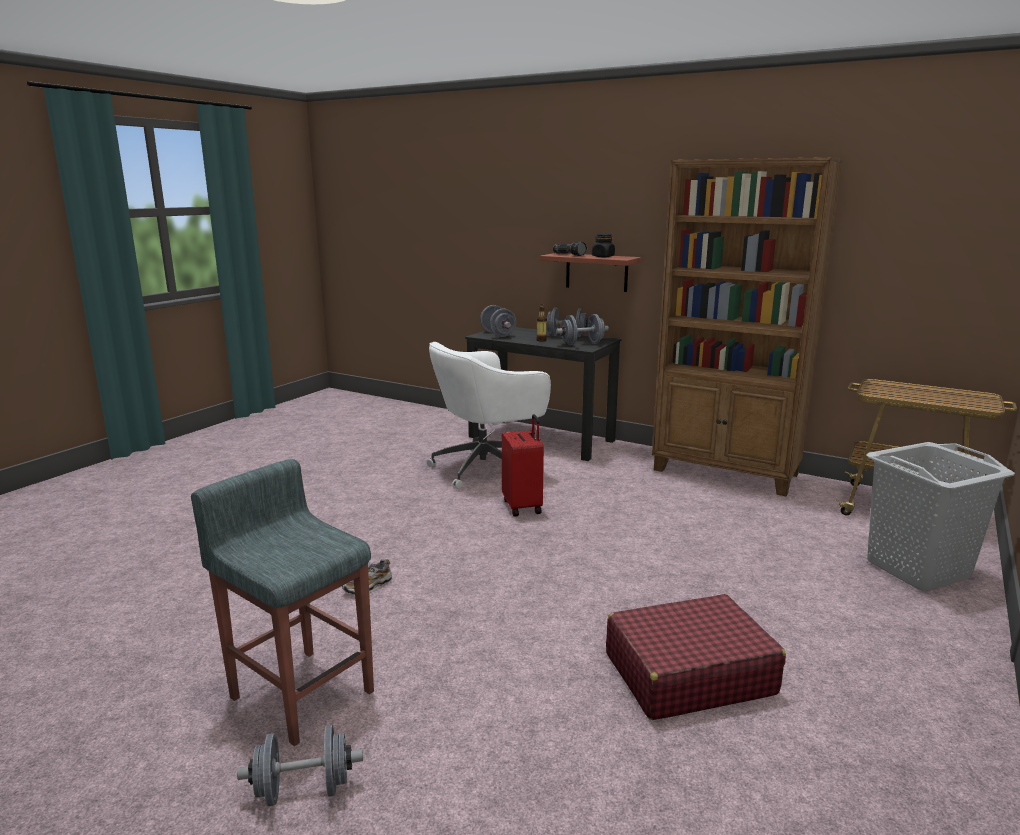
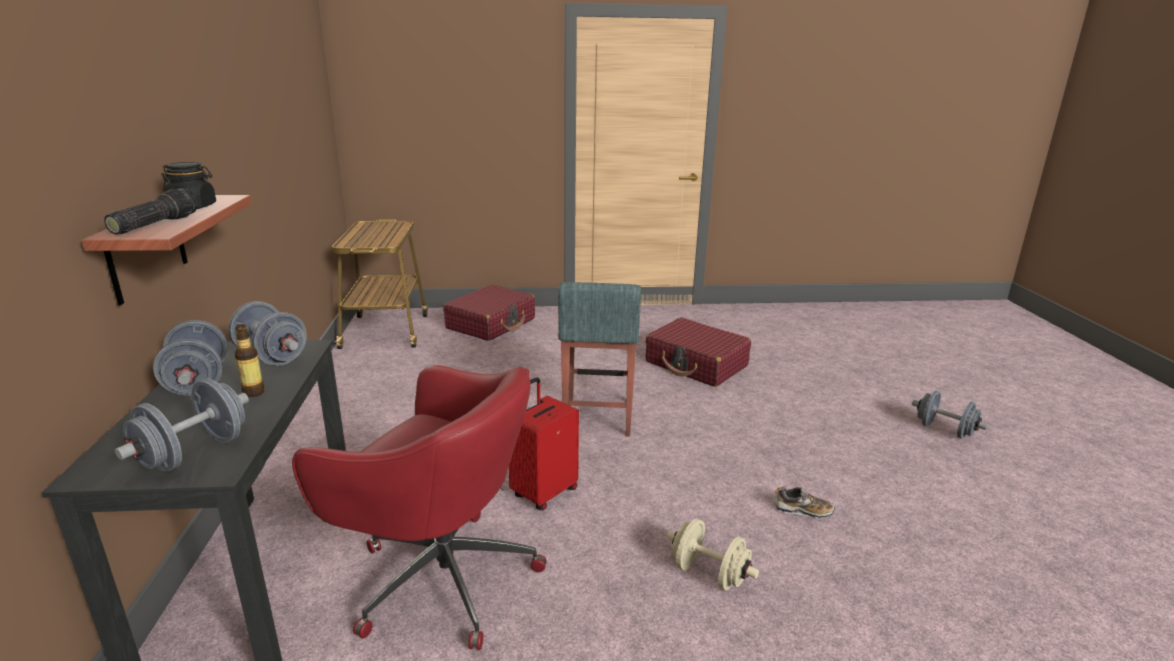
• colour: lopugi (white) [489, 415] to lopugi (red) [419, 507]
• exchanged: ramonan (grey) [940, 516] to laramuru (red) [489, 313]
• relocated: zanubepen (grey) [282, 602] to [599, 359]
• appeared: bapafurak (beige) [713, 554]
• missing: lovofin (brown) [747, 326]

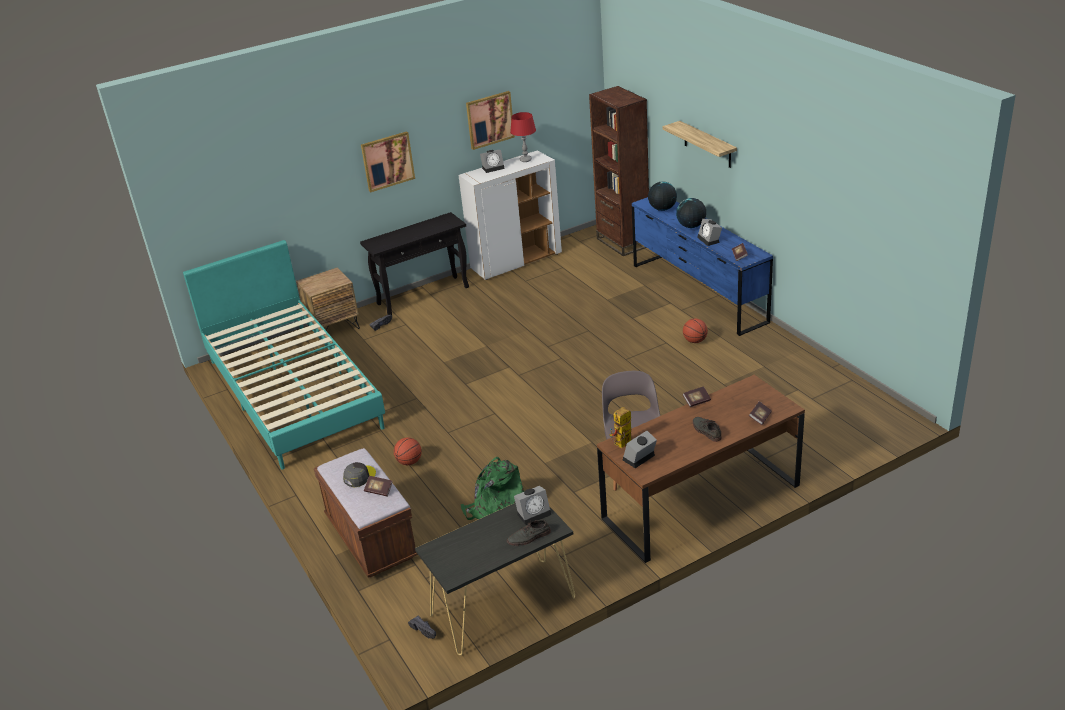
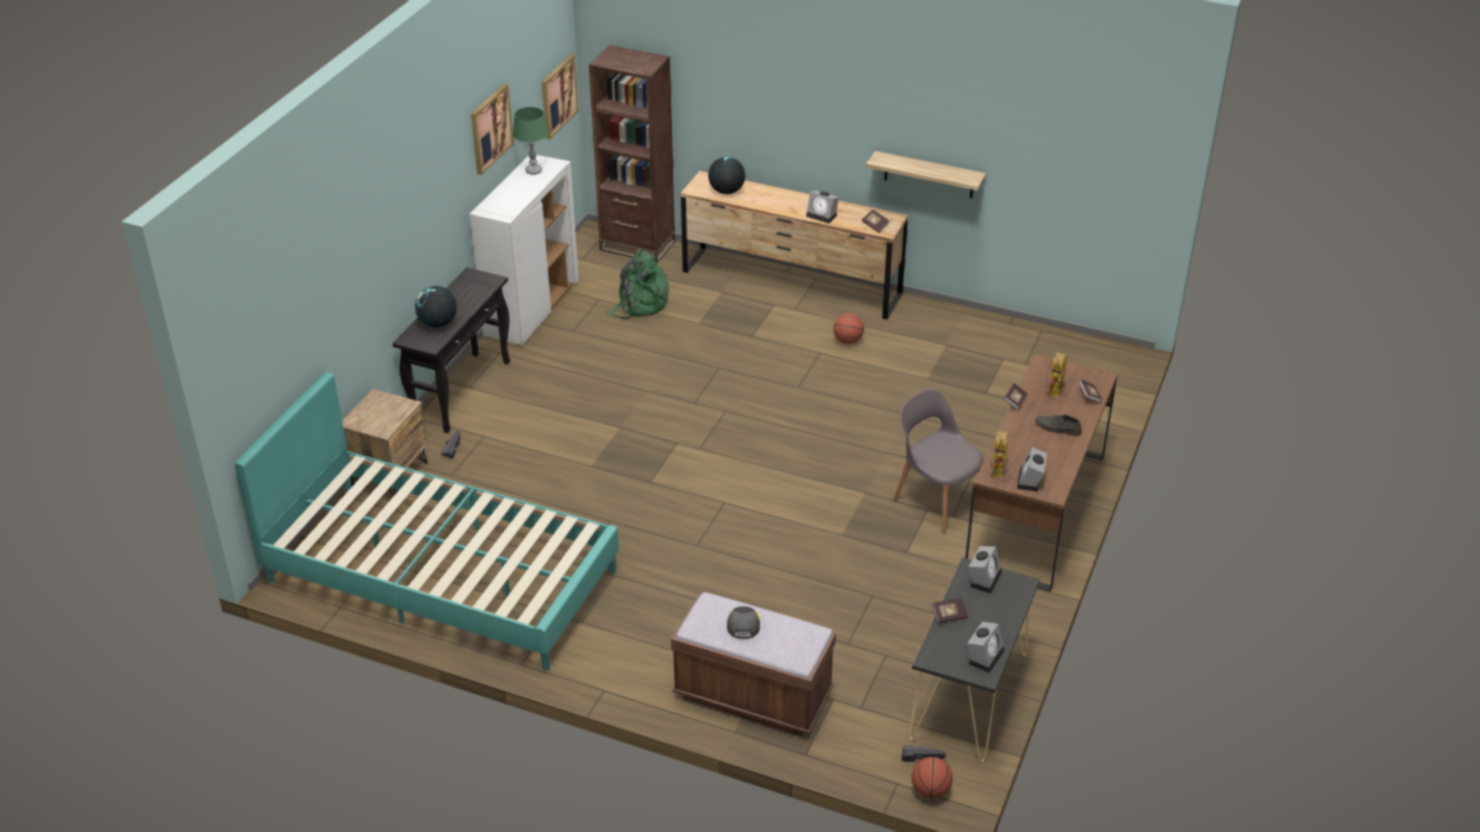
• relocated: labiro [691, 213] to [436, 307]
• colour: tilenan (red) [523, 137] to tilenan (green) [531, 141]
• relocated: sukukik [388, 161] to [560, 96]
• relocated: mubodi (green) [492, 488] to [637, 284]
• colour: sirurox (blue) [702, 266] to sirurox (brown) [794, 245]
• relocated: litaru [700, 144] to [926, 174]
• relocated: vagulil [408, 451] to [932, 778]
• relocated: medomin [378, 486] to [950, 610]
• relocated: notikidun [492, 161] to [985, 647]
• appeared: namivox [1056, 374]
• missing: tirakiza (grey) [529, 533]

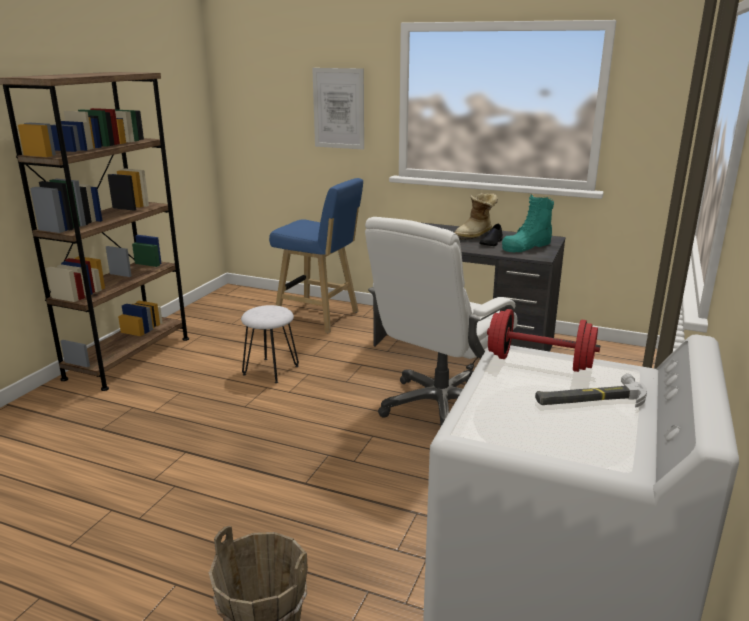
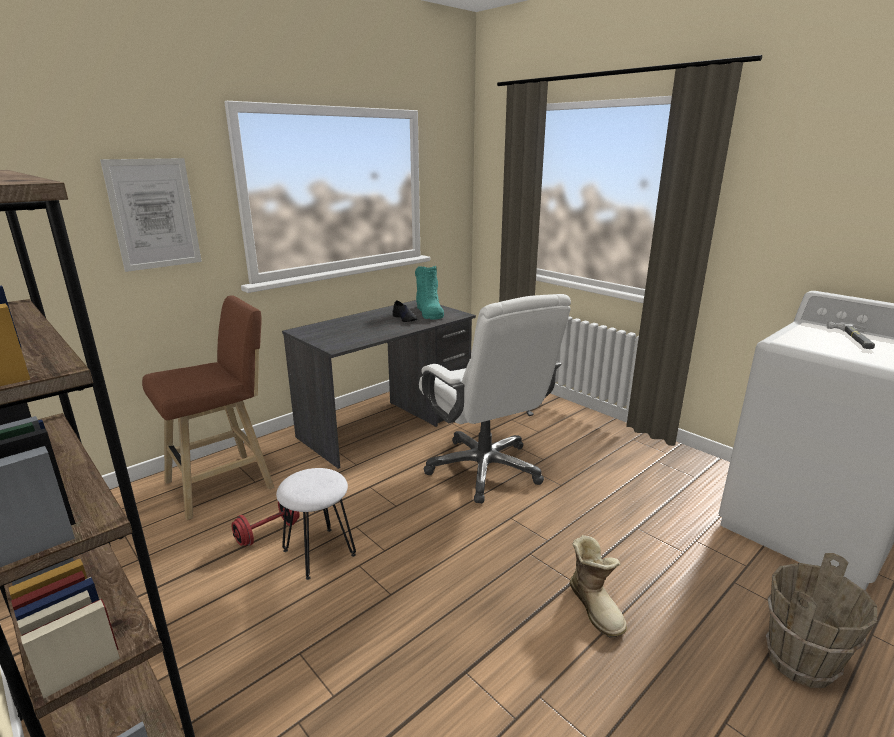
• colour: zanubepen (blue) [316, 255] to zanubepen (brown) [208, 408]
• relocated: bapafurak (red) [544, 340] to [266, 524]
• relocated: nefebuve [476, 216] to [598, 586]

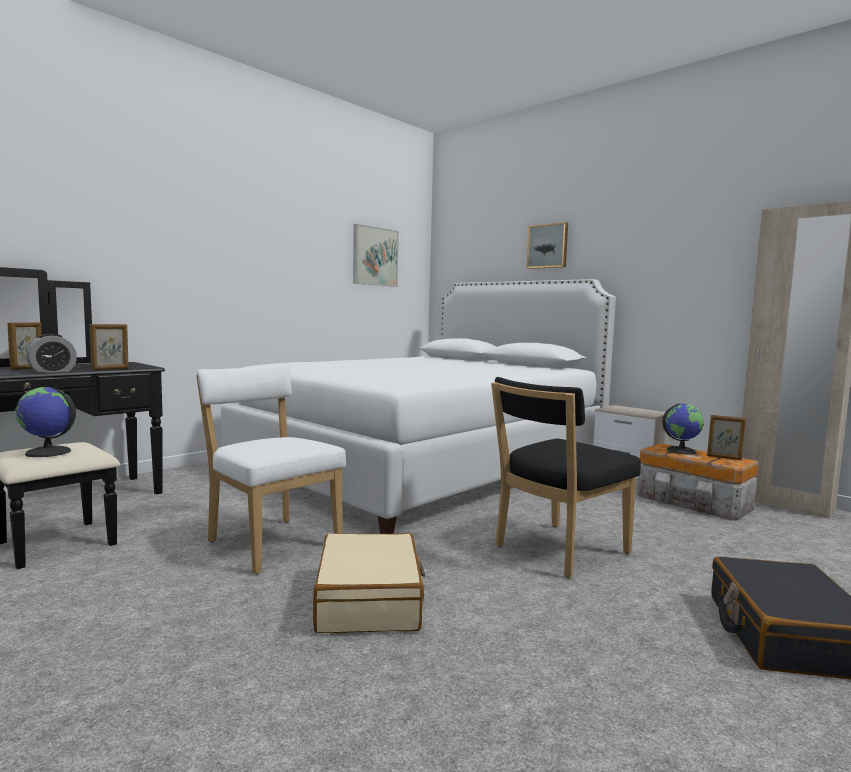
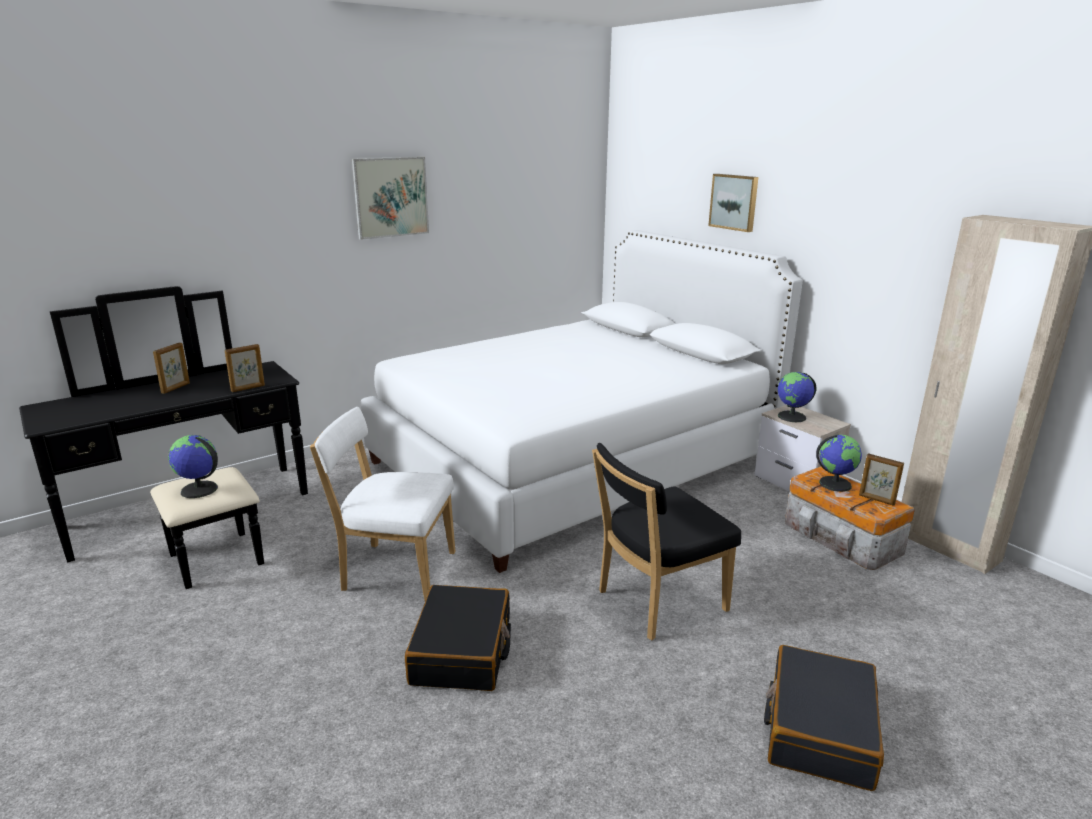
• spun: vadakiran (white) [271, 469] = [382, 504] 45 degrees counterclockwise
• relocated: sukukik [376, 255] to [390, 198]
• colour: laramuru (beige) [369, 583] to laramuru (black) [458, 638]
• appeared: labiro [797, 397]
• missing: notikidun [51, 353]

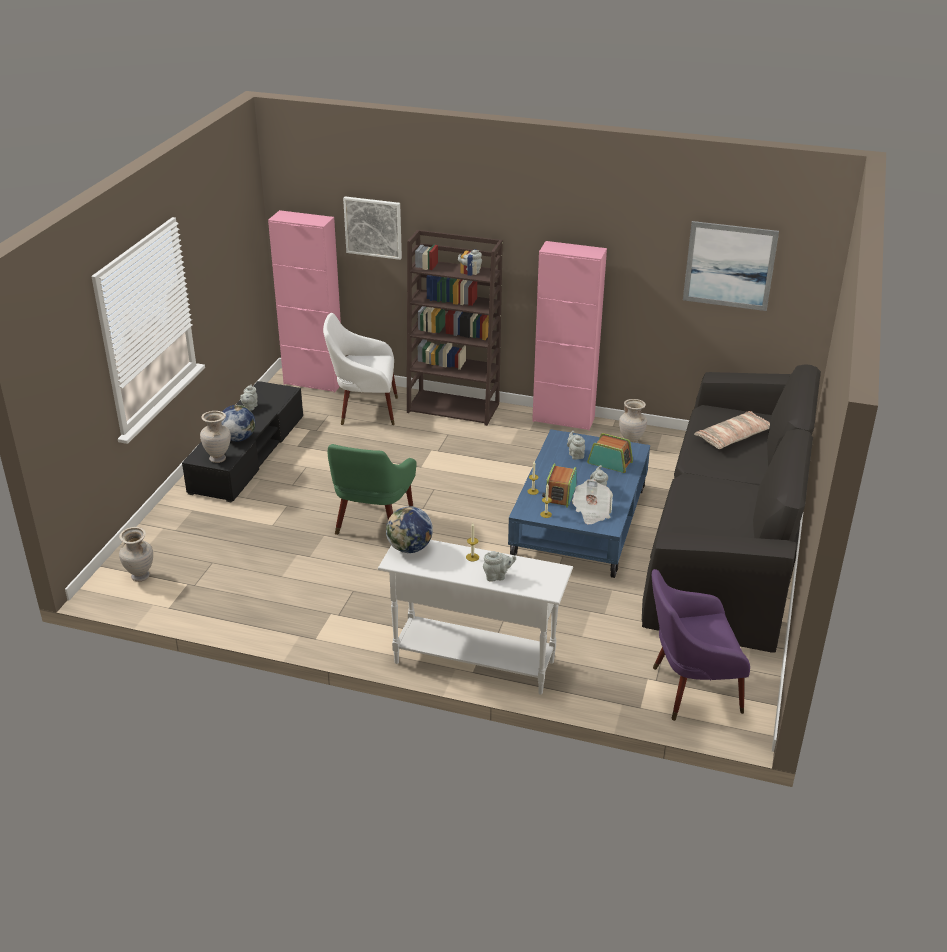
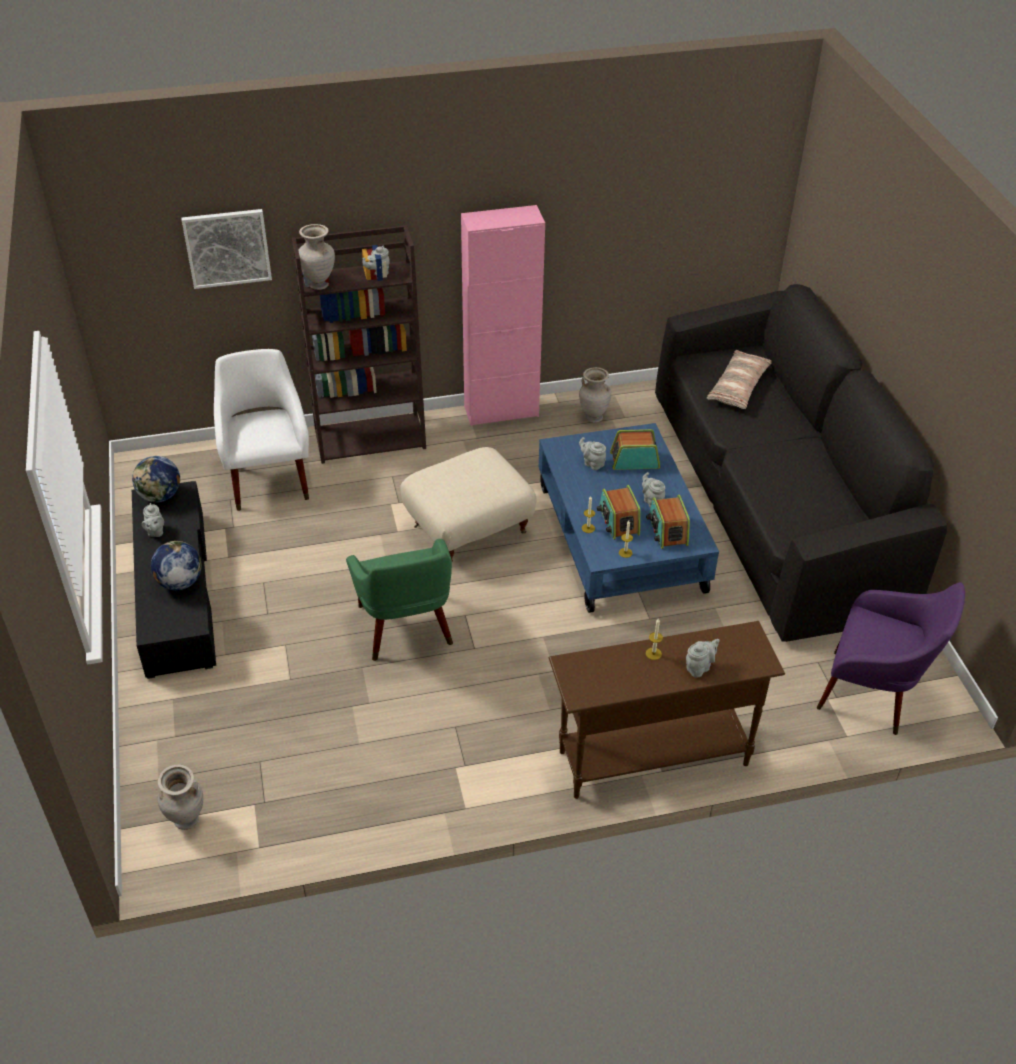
• relocated: labiro [409, 530] to [156, 479]
• spun: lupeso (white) [360, 369] = [261, 430] 105 degrees clockwise
• relocated: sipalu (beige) [215, 437] to [316, 257]
• appeared: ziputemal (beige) [468, 504]
• colour: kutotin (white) [475, 617] to kutotin (brown) [666, 710]
• exchanged: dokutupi [592, 502] to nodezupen [668, 522]
• spun: lupeso (purple) [701, 645] = [891, 658] 120 degrees counterclockwise
• missing: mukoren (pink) [304, 301]
• missing: sukukik [731, 266]

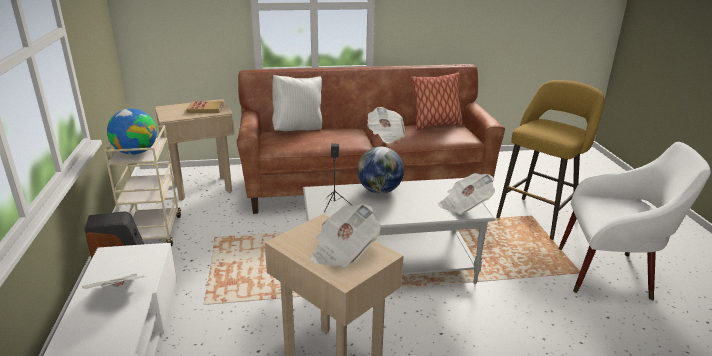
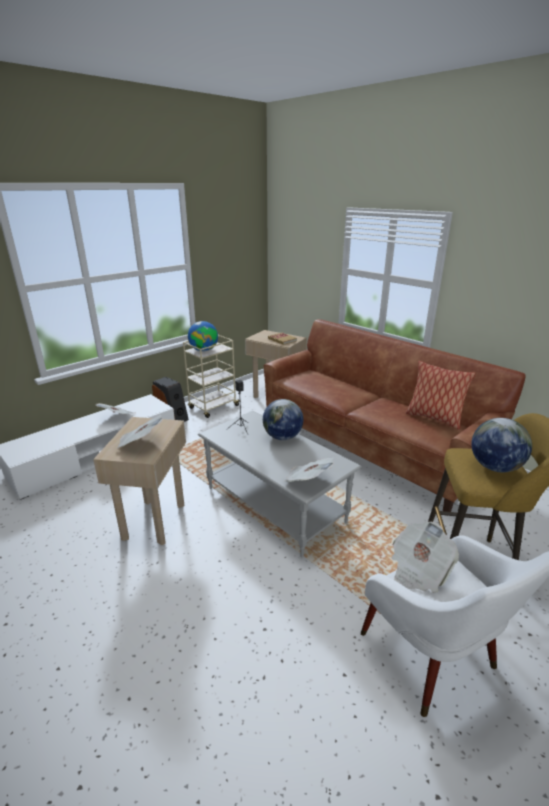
• relocated: dokutupi [386, 125] to [425, 557]
• appeared: labiro [501, 445]
• missing: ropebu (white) [297, 103]

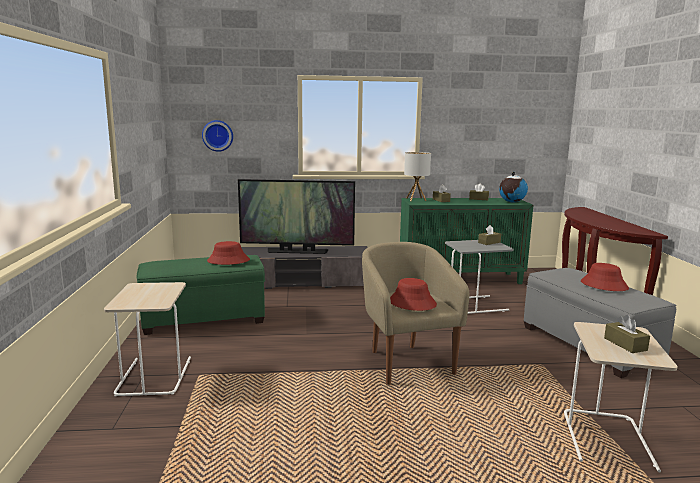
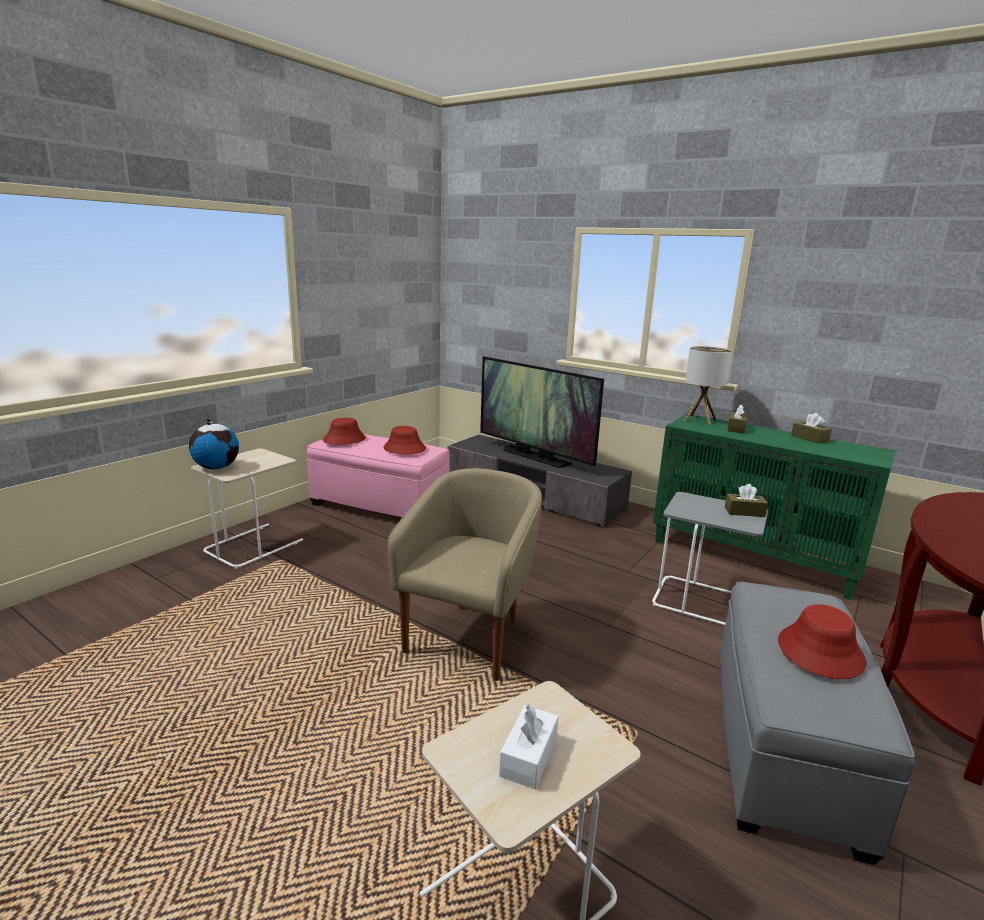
• relocated: labiro [513, 187] to [214, 443]
• colour: ziputemal (green) [200, 295] to ziputemal (pink) [378, 475]
• relocated: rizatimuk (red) [413, 294] to [344, 431]
• colour: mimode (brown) [627, 334] to mimode (white) [529, 746]
• missing: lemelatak [217, 136]

